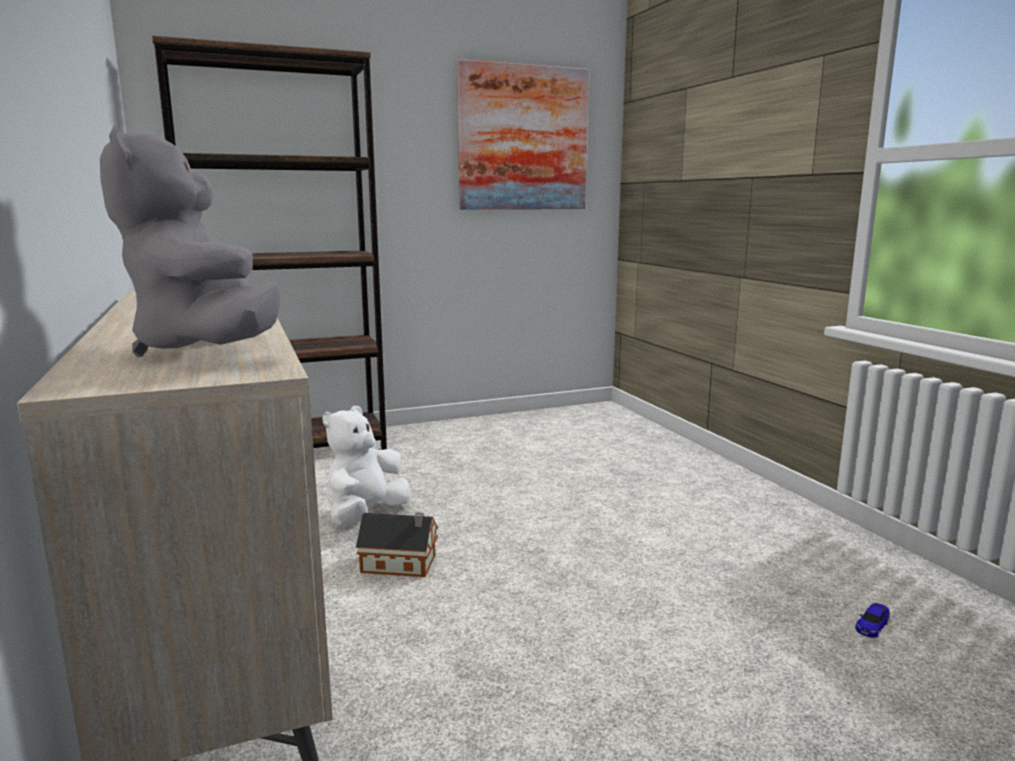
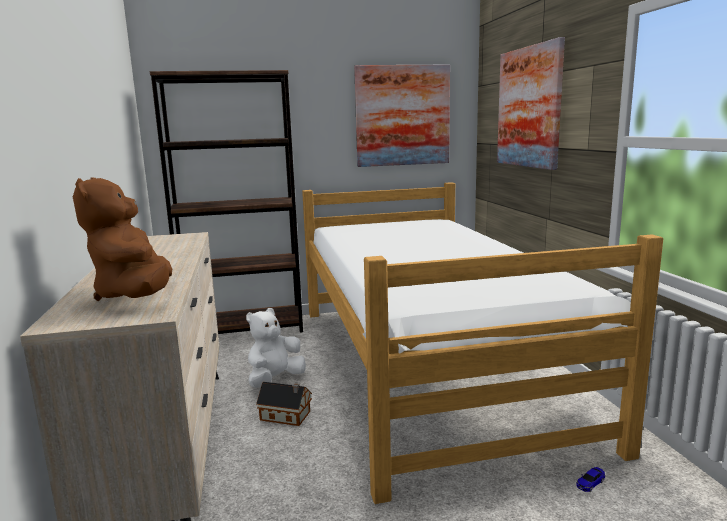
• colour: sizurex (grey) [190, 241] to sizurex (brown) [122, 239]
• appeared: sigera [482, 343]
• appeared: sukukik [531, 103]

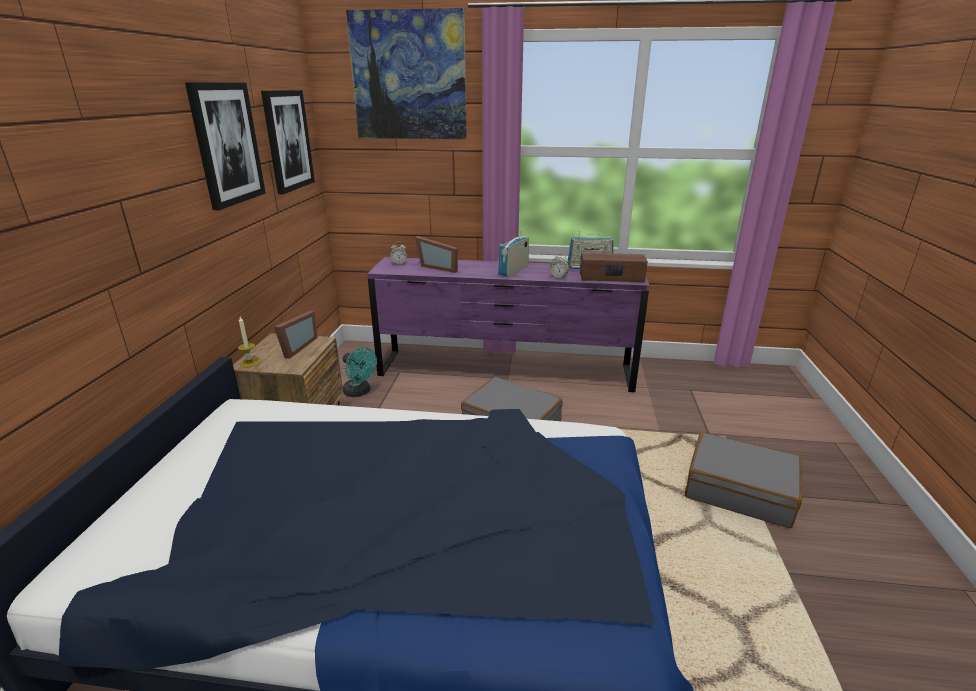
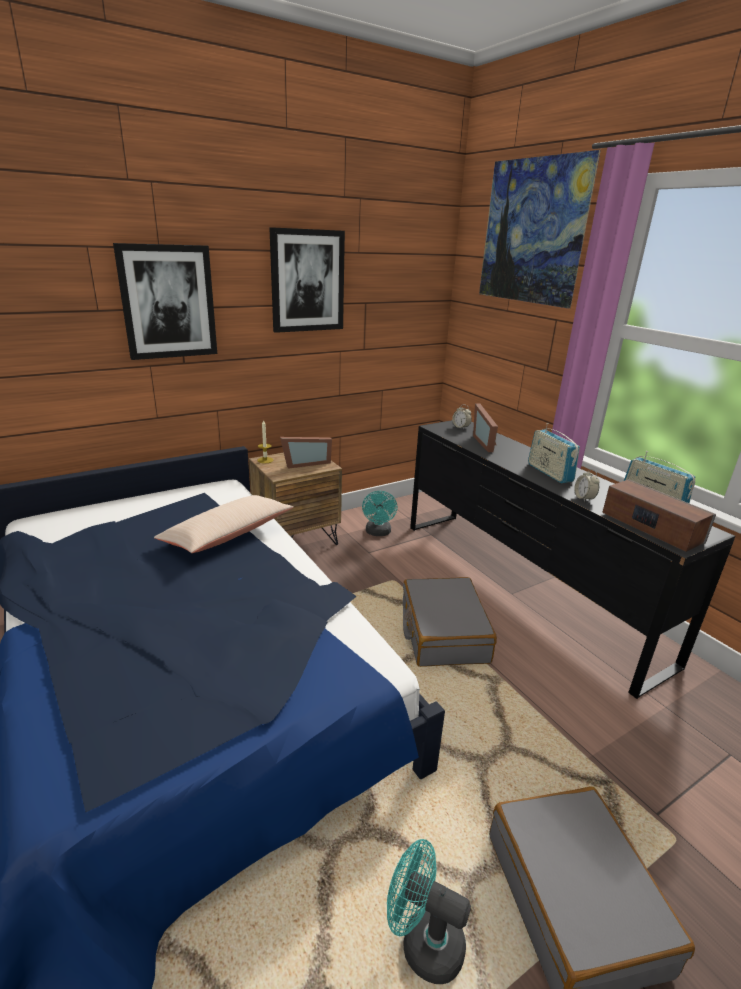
• relocated: sukukik [288, 142] to [165, 301]
• appeared: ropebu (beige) [224, 524]
• appeared: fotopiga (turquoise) [429, 911]
• colour: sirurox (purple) [508, 324] to sirurox (black) [573, 559]
• spun: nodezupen [513, 254] = [554, 453] 105 degrees counterclockwise

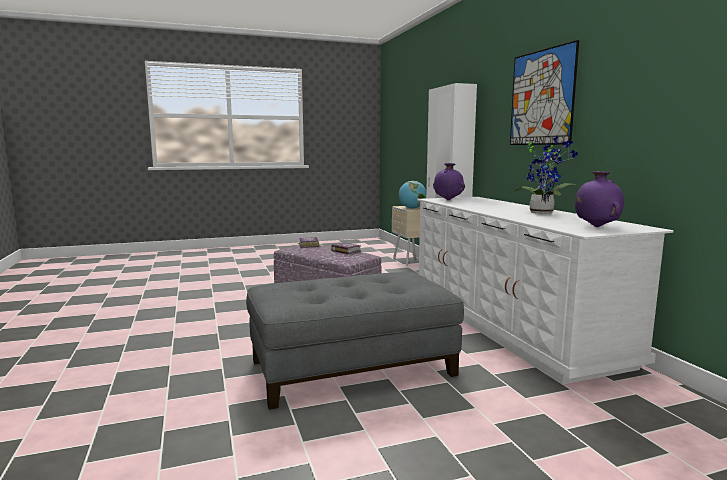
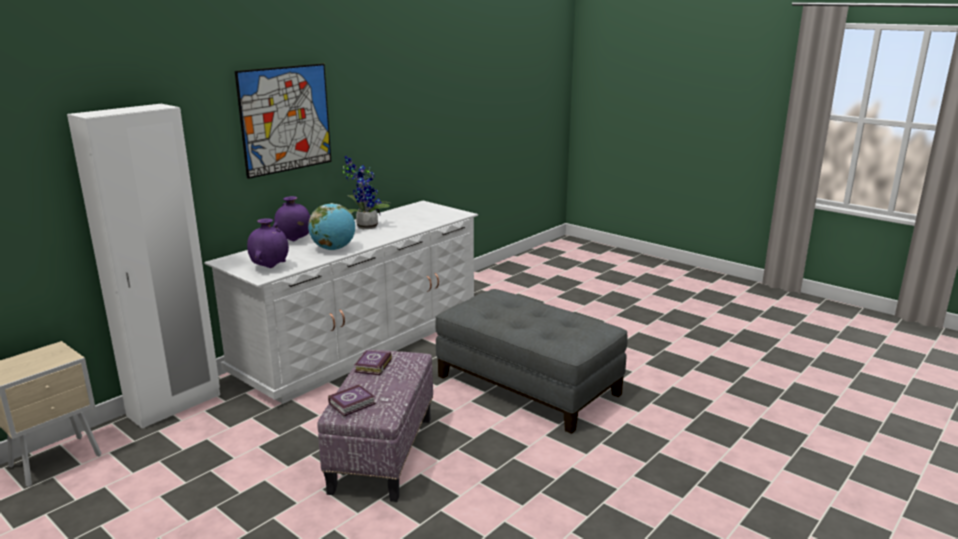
• relocated: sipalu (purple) [599, 199] to [291, 218]
• relocated: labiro [412, 195] to [331, 226]

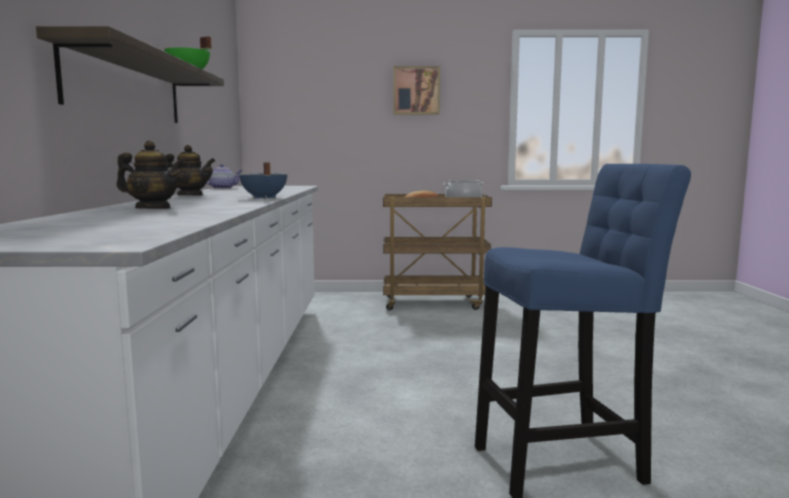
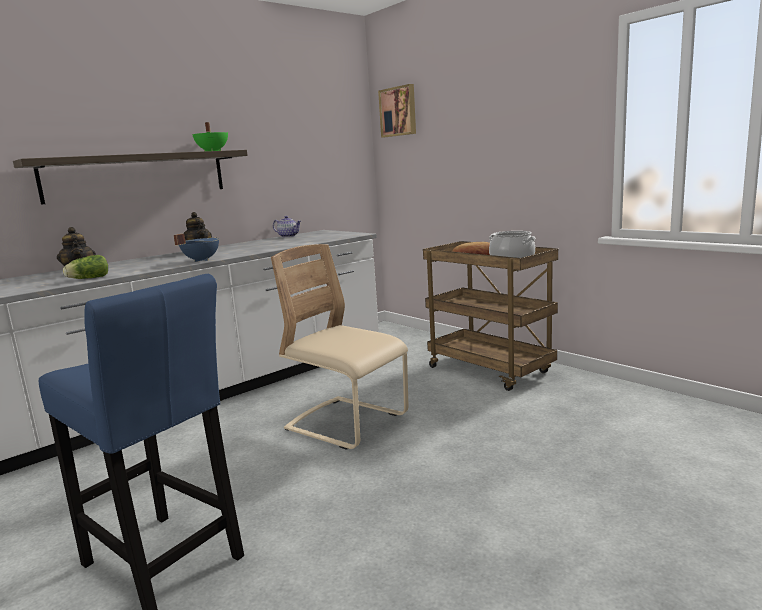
• appeared: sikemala [85, 267]
• appeared: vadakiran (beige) [340, 347]
• relocated: sukukik [416, 90] to [397, 111]

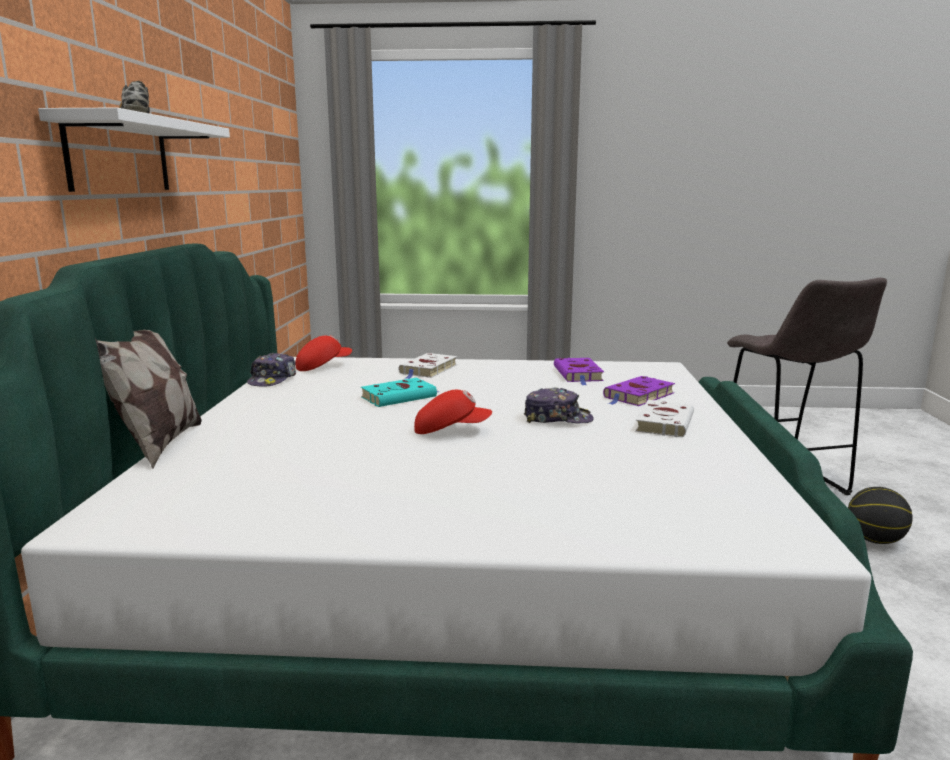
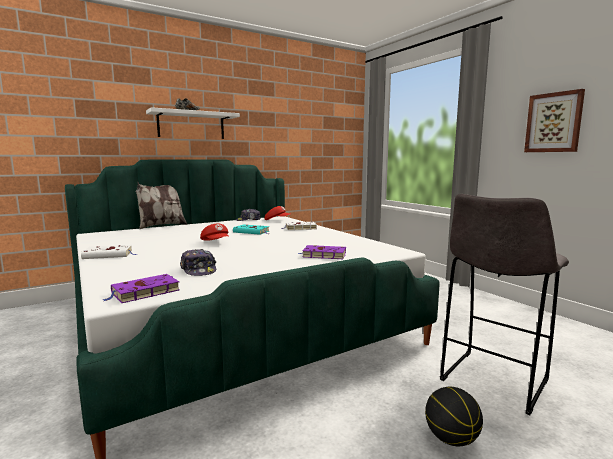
• relocated: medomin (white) [664, 418] to [109, 252]
• relocated: medomin (purple) [579, 371] to [141, 288]
• relocated: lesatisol [559, 405] to [198, 262]
• appeared: sukukik [554, 120]

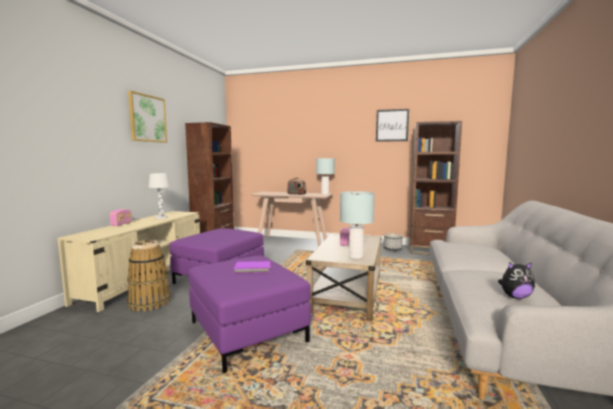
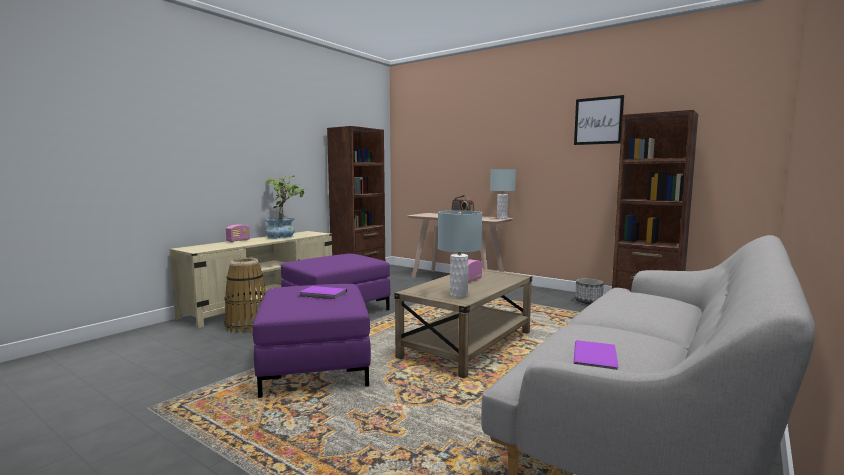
• exchanged: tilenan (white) [159, 196] to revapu [285, 207]
• exchanged: sizurex [516, 280] to medomin (purple) [596, 355]
• missing: sukukik [147, 117]

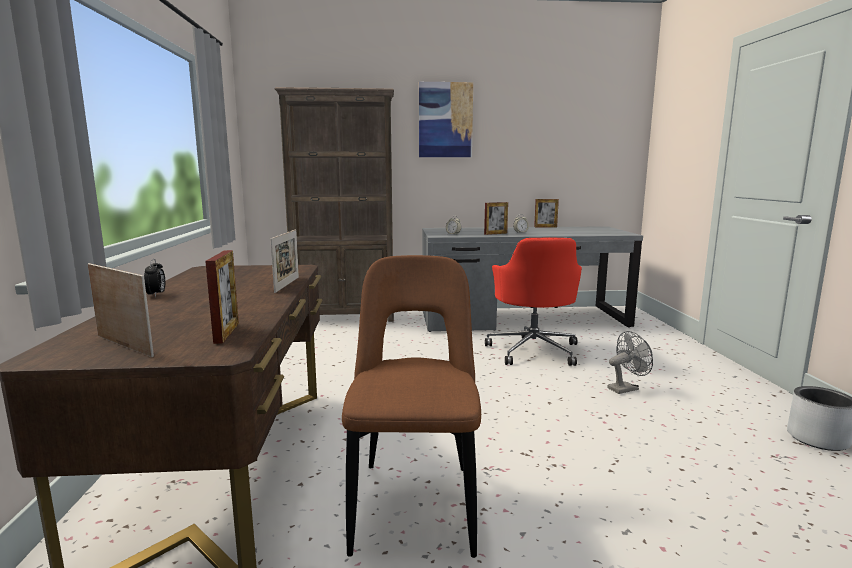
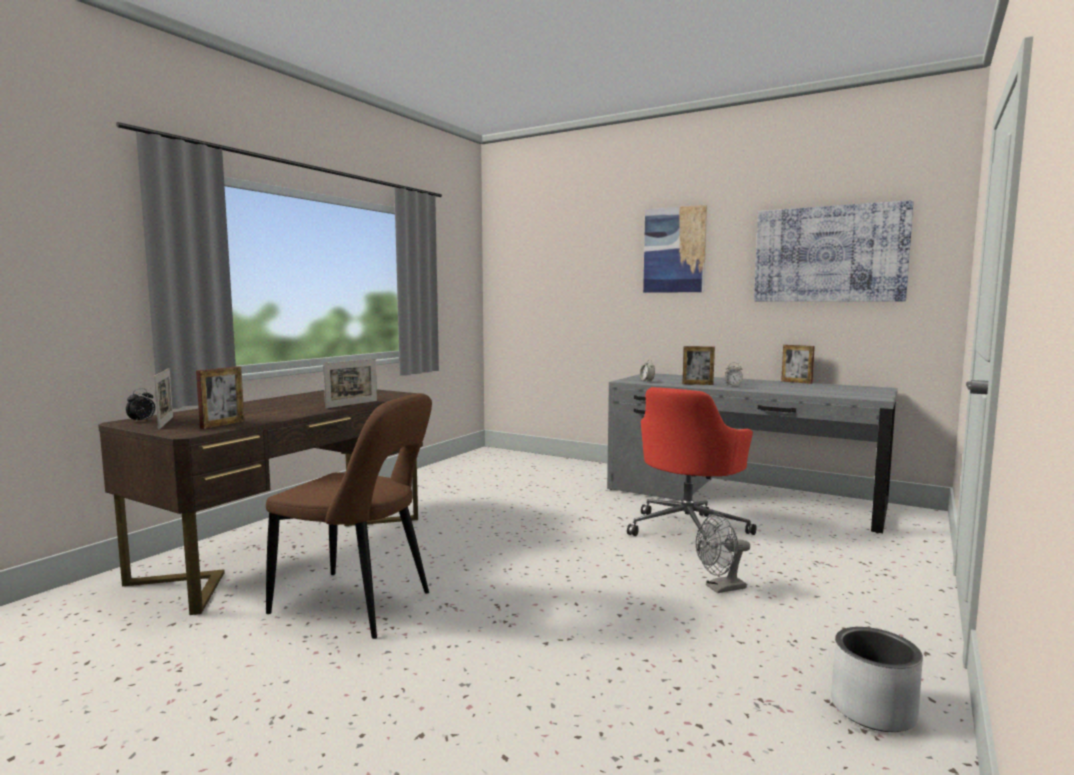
• relocated: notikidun [154, 278] to [140, 405]
• spun: vadakiran (brown) [411, 406] = [349, 516] 75 degrees clockwise
• spun: fotopiga (grey) [630, 362] = [723, 553] 150 degrees clockwise
• appeared: sukukik [834, 250]
• missing: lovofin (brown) [334, 204]

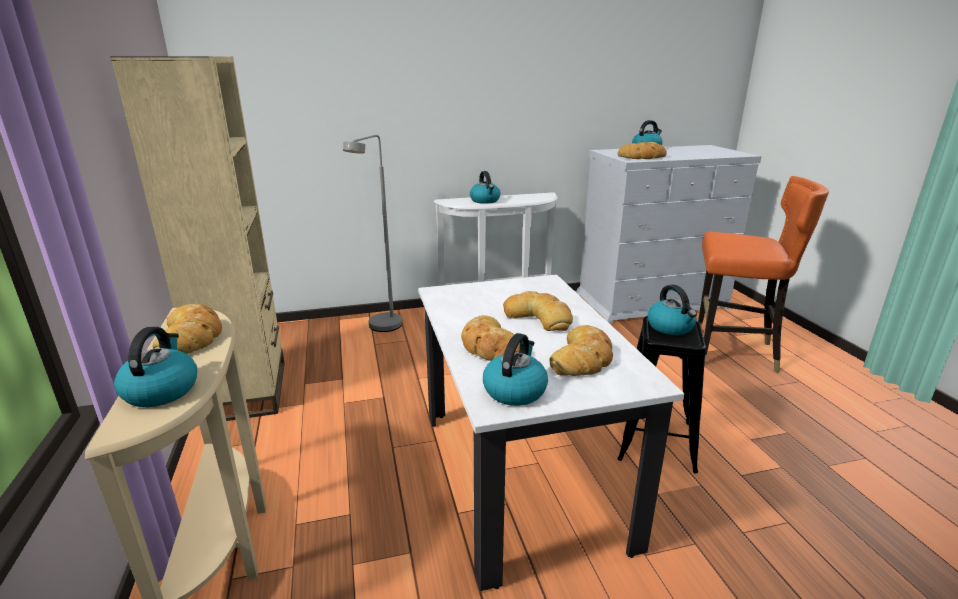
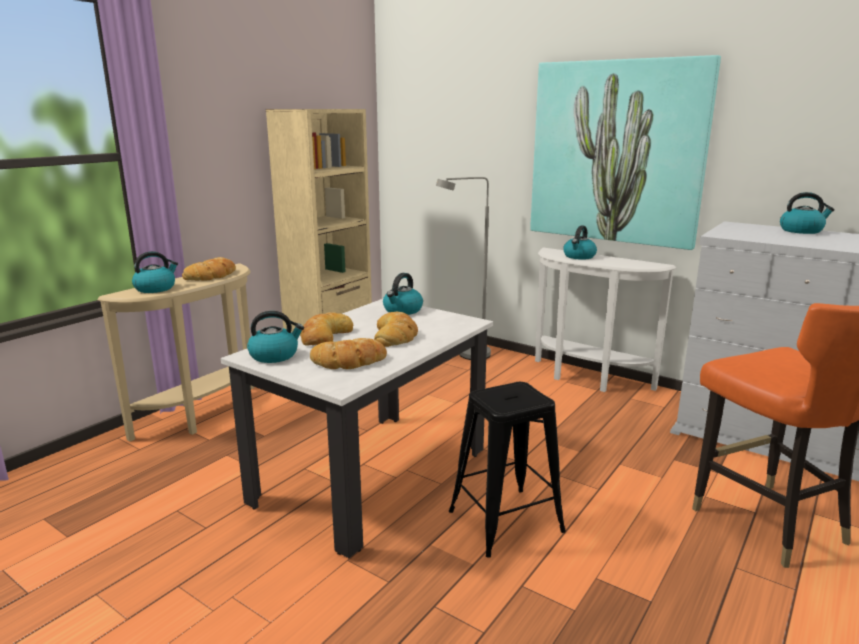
• relocated: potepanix [672, 310] to [403, 294]
• appeared: sukukik [625, 152]
• missing: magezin [642, 150]

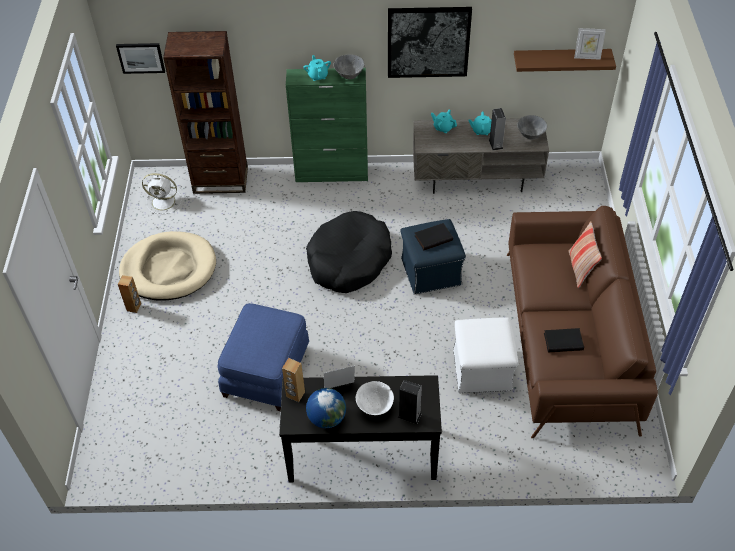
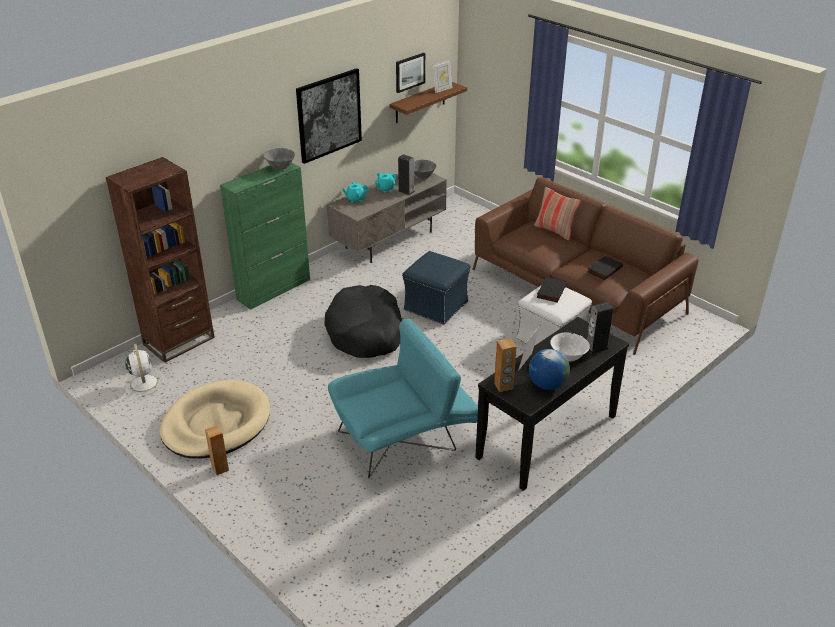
• spun: fotopiga (white) [161, 193] = [143, 371] 75 degrees counterclockwise
• exchanged: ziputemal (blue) [263, 357] to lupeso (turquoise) [403, 398]
• relocated: sukukik [140, 58] to [410, 73]
• relocated: medomin (black) [434, 236] to [552, 289]
• missing: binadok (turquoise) [317, 68]

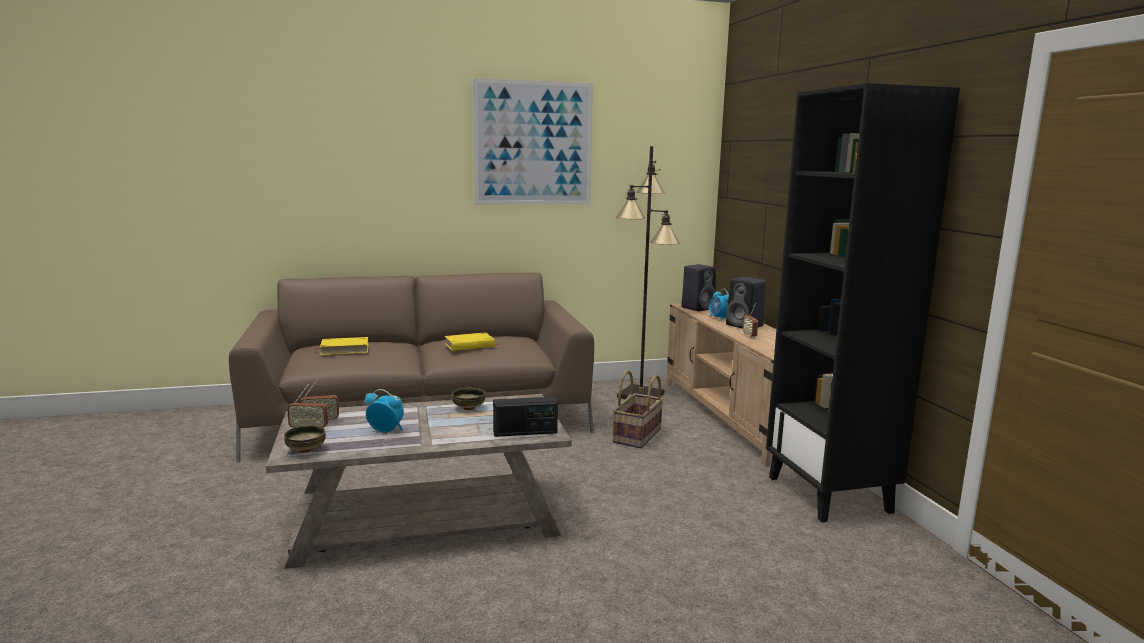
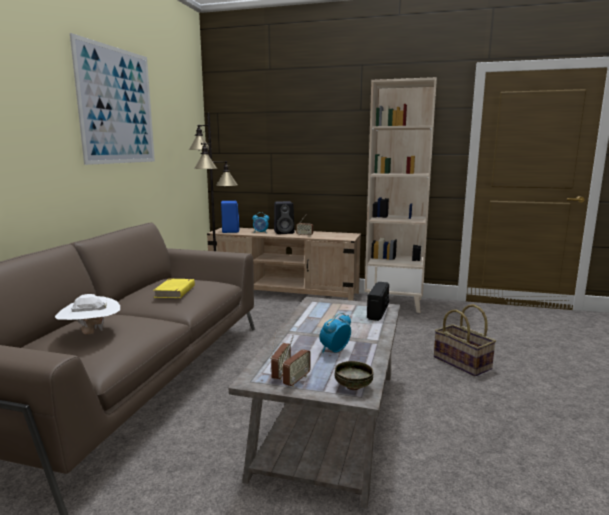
• exchanged: medomin (yellow) [340, 346] to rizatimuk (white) [87, 314]
• colour: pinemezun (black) [698, 287] to pinemezun (blue) [230, 217]
• colour: lovofin (black) [863, 302] to lovofin (beige) [401, 195]
• relocated: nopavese [638, 409] to [465, 340]
• missing: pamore [468, 399]

